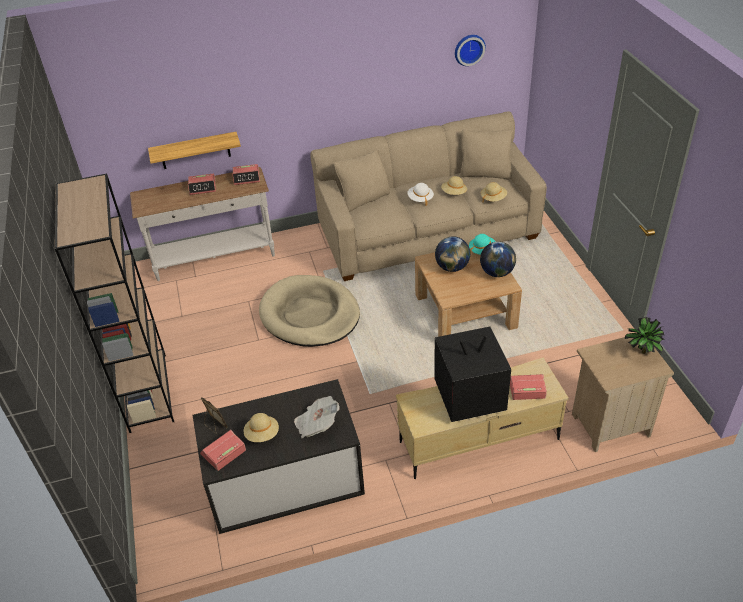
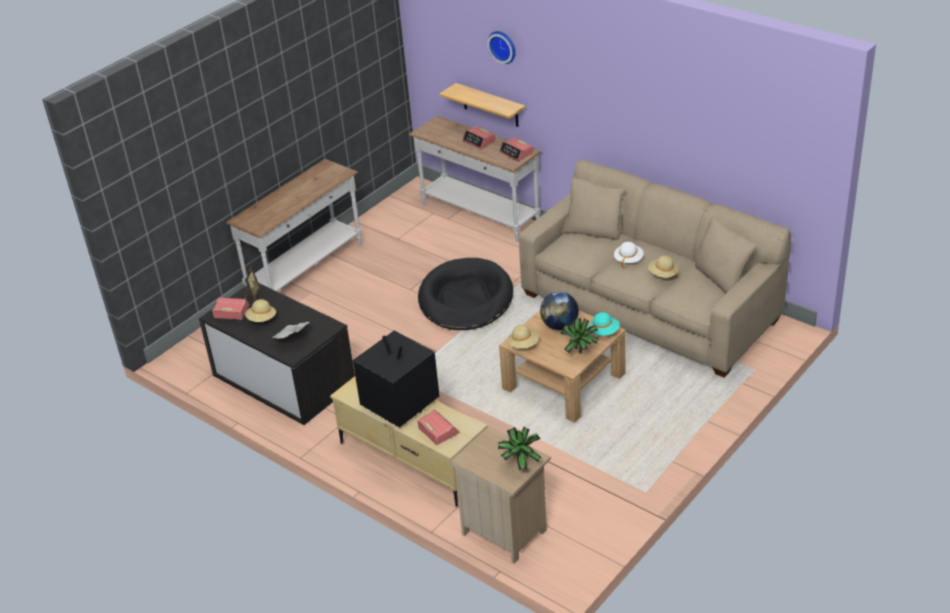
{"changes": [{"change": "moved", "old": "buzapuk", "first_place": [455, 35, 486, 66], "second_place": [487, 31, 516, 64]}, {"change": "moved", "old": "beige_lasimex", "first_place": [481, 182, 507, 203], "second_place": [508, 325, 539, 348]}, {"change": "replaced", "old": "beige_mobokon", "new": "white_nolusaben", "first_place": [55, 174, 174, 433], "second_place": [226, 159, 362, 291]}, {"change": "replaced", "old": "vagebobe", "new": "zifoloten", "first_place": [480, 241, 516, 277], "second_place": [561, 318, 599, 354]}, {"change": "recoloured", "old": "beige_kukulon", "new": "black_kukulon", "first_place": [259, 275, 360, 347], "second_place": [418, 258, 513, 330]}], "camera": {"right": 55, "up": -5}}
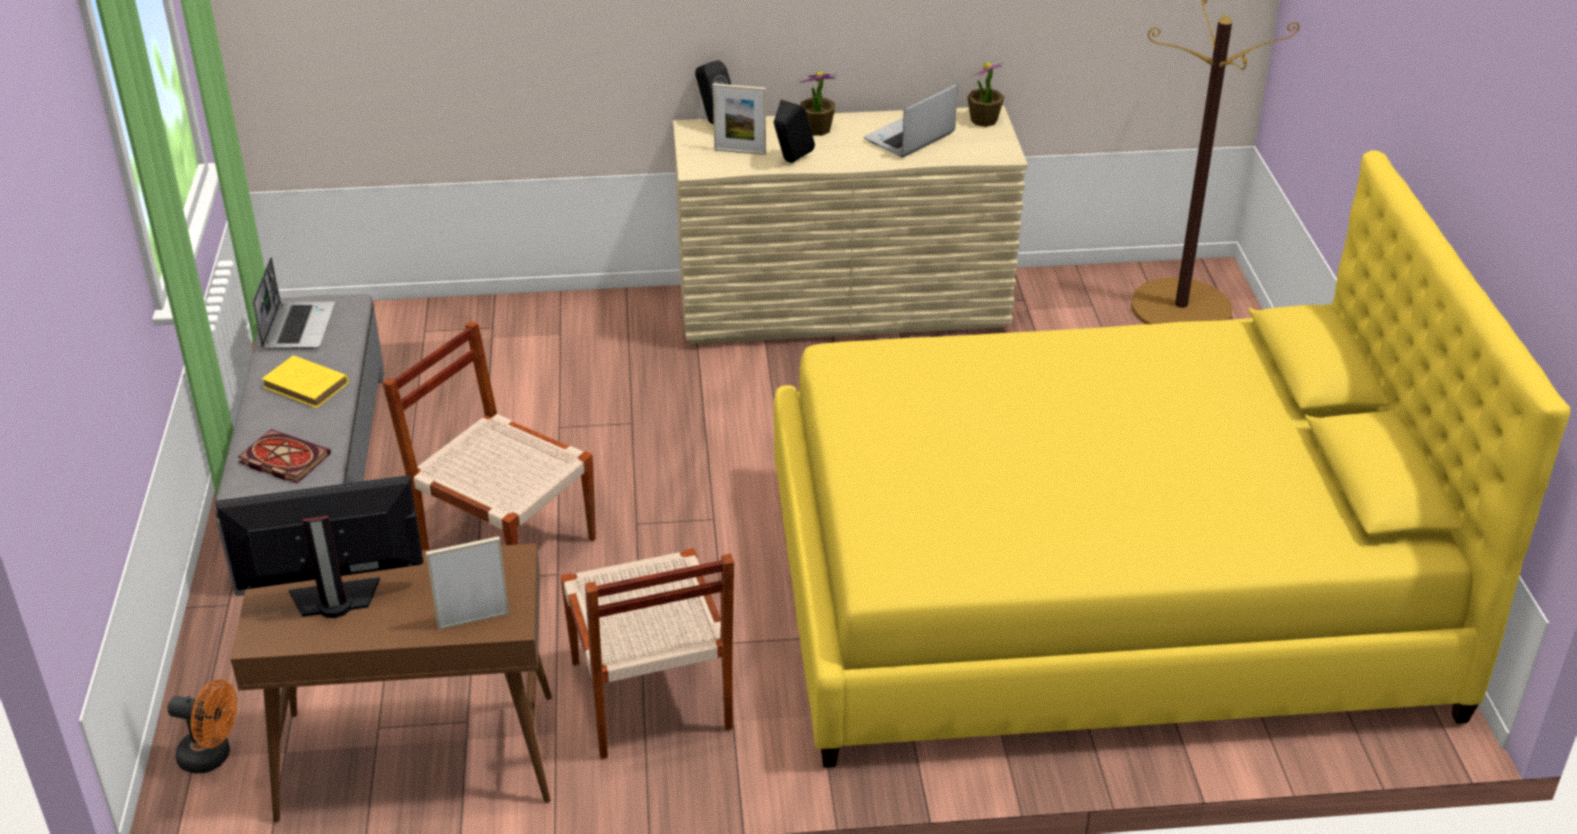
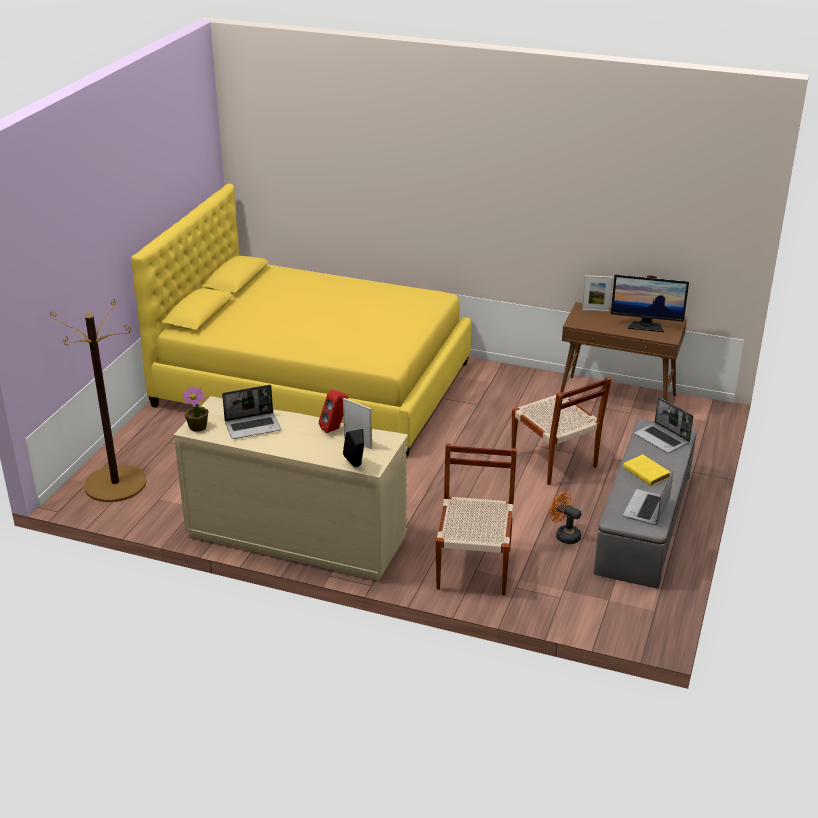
{"changes": [{"change": "removed", "old": "zifoloten", "first_place": [800, 71, 837, 136]}, {"change": "moved", "old": "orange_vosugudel", "first_place": [167, 679, 237, 773], "second_place": [549, 492, 582, 544]}, {"change": "moved", "old": "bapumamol", "first_place": [561, 548, 734, 759], "second_place": [436, 443, 517, 595]}, {"change": "replaced", "old": "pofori", "new": "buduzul", "first_place": [238, 429, 331, 484], "second_place": [634, 397, 693, 453]}, {"change": "recoloured", "old": "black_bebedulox", "new": "red_bebedulox", "first_place": [774, 100, 815, 163], "second_place": [319, 389, 348, 433]}], "camera": {"right": -155, "up": -5}}
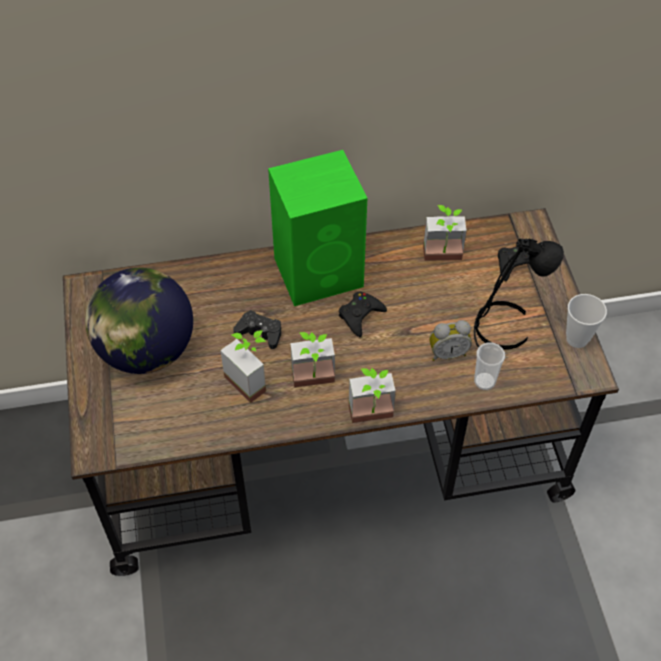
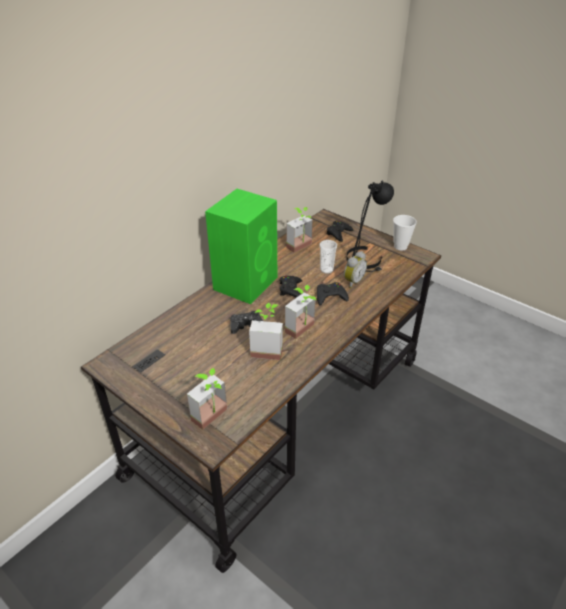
{"changes": [{"change": "removed", "old": "vagebobe", "first_place": [85, 268, 193, 374]}, {"change": "added", "new": "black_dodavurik", "second_place": [317, 282, 349, 306]}, {"change": "moved", "old": "zifoloten", "first_place": [349, 368, 396, 423], "second_place": [187, 368, 227, 430]}, {"change": "moved", "old": "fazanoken", "first_place": [474, 342, 505, 390], "second_place": [320, 240, 337, 274]}], "camera": {"right": -40, "up": -15}}
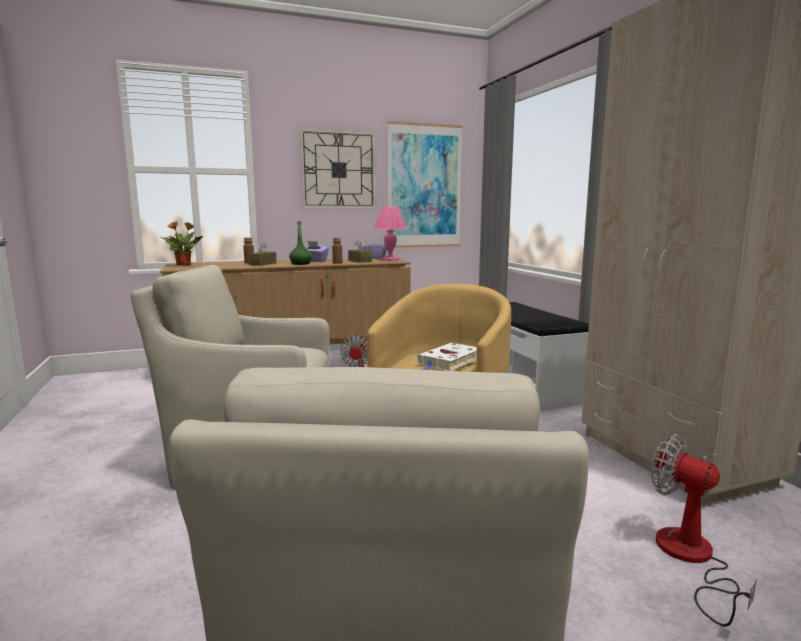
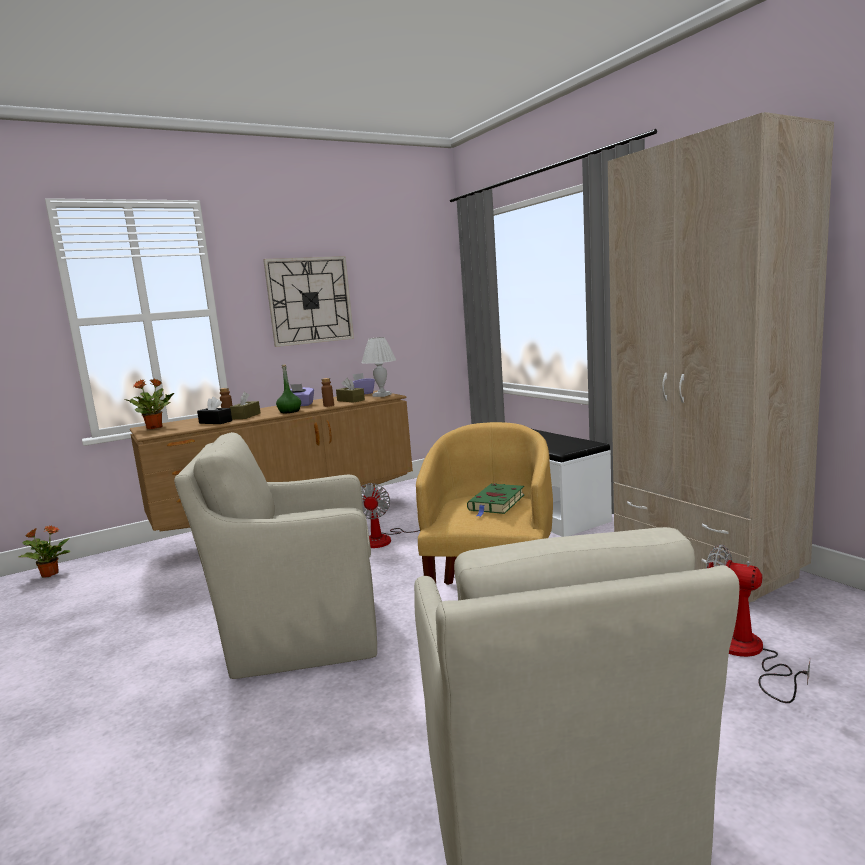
{"changes": [{"change": "removed", "old": "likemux", "first_place": [387, 121, 463, 248]}, {"change": "added", "new": "zifoloten", "second_place": [19, 525, 71, 578]}, {"change": "added", "new": "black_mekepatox", "second_place": [197, 397, 232, 424]}, {"change": "recoloured", "old": "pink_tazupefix", "new": "white_tazupefix", "first_place": [374, 206, 406, 261], "second_place": [362, 337, 396, 397]}, {"change": "recoloured", "old": "white_pofori", "new": "green_pofori", "first_place": [417, 343, 477, 371], "second_place": [467, 483, 525, 517]}], "camera": {"right": -10, "up": 0}}
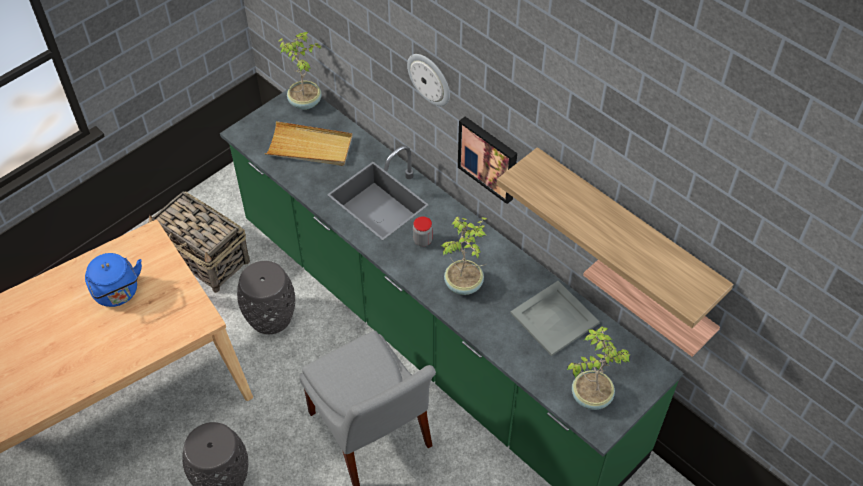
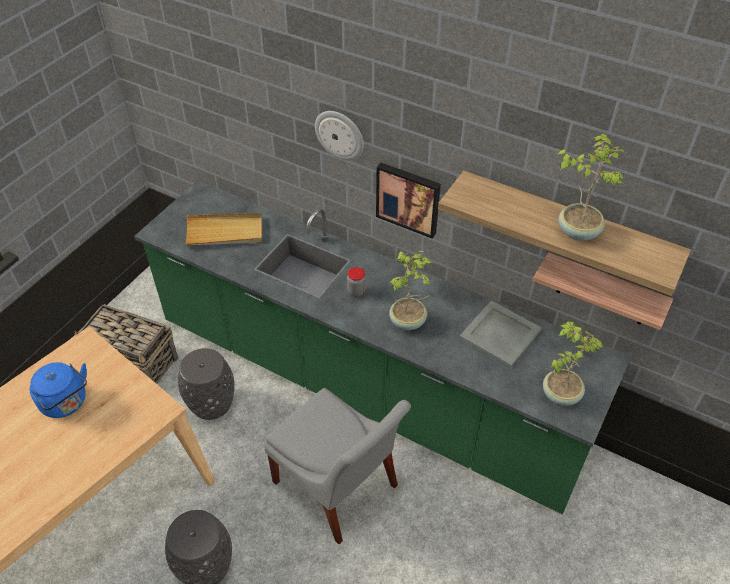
{"changes": [{"change": "moved", "old": "zifoloten", "first_place": [279, 32, 323, 110], "second_place": [557, 134, 625, 241]}], "camera": {"right": -15, "up": -5}}
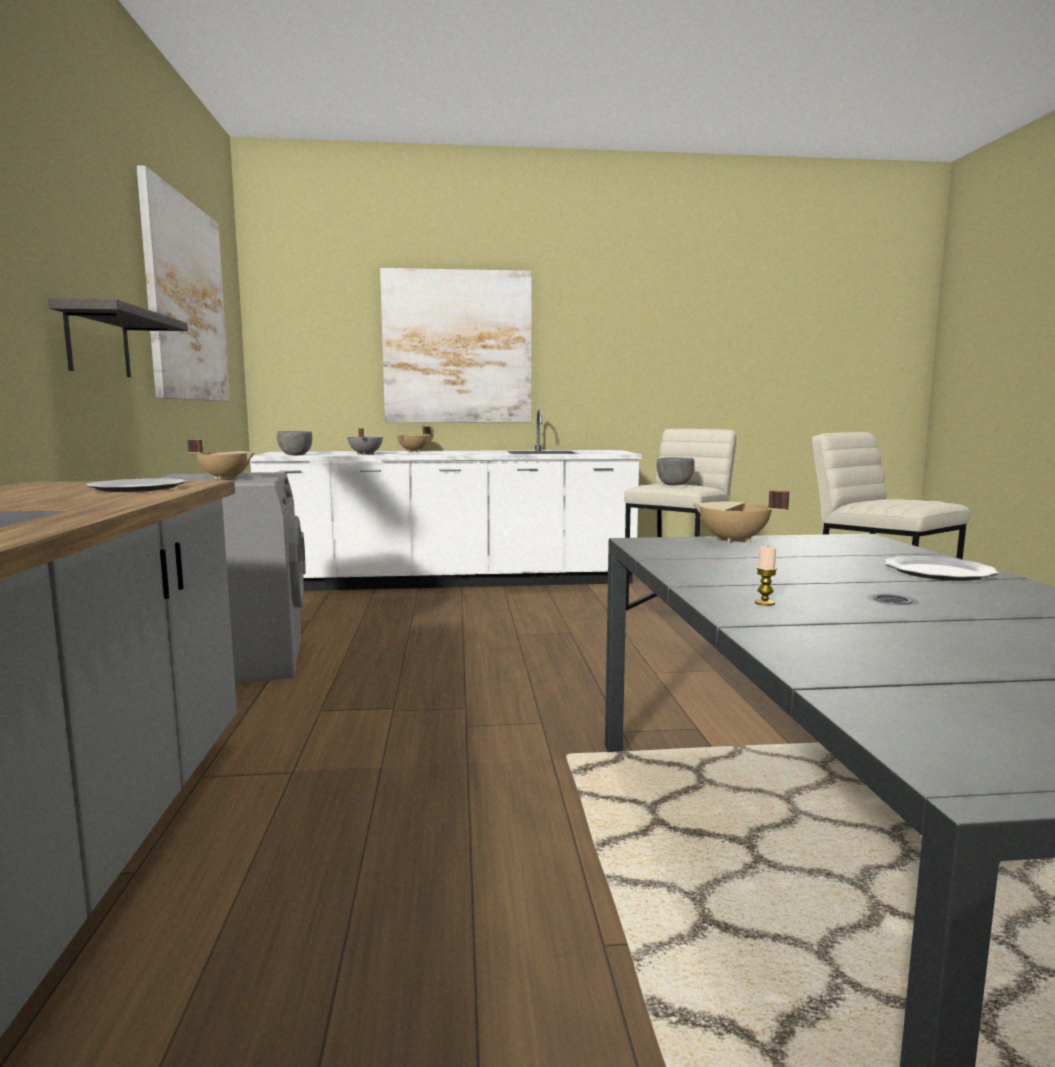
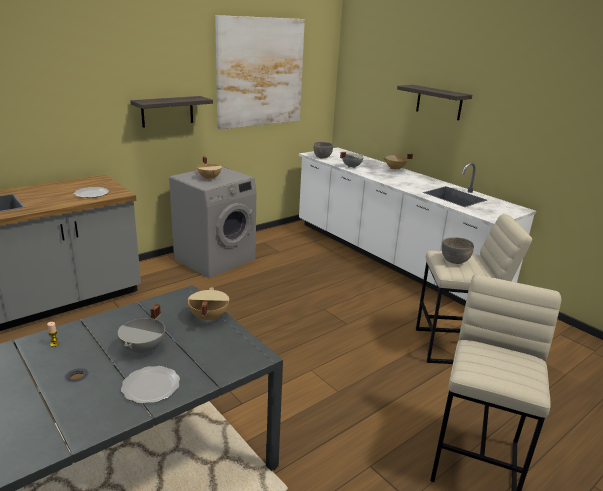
{"changes": [{"change": "added", "new": "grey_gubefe", "second_place": [118, 304, 165, 355]}, {"change": "replaced", "old": "likemux", "new": "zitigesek", "first_place": [380, 268, 532, 423], "second_place": [397, 85, 472, 120]}], "camera": {"right": 55, "up": 15}}
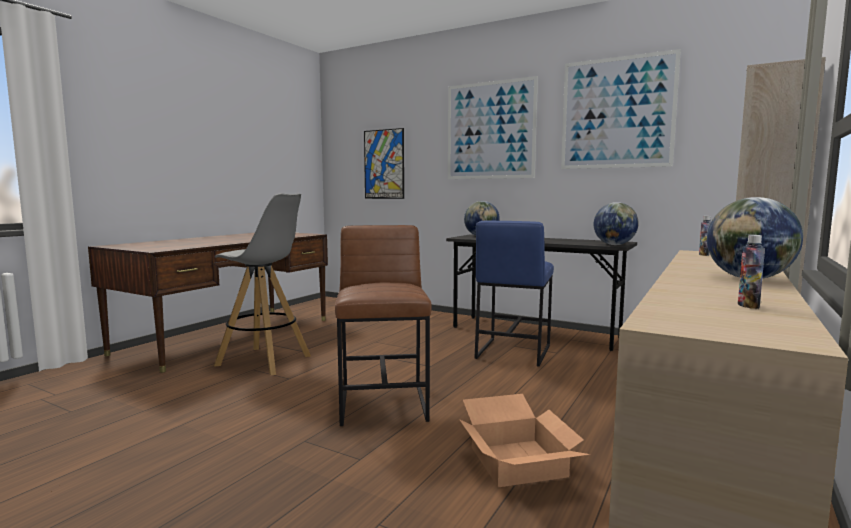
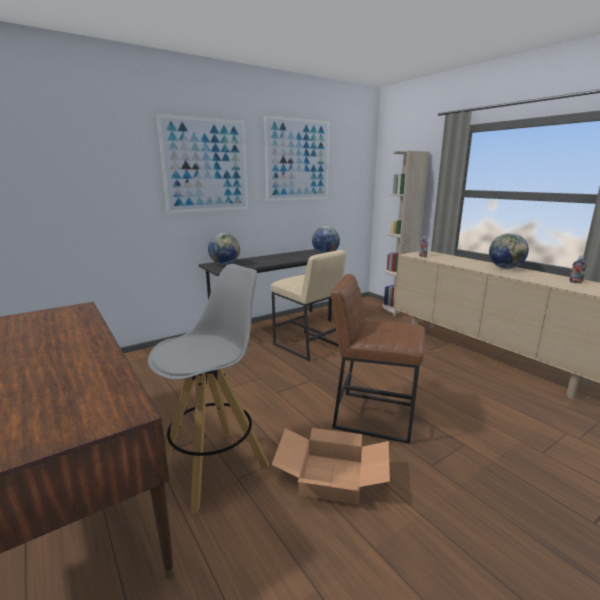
{"changes": [{"change": "removed", "old": "likemux", "first_place": [364, 128, 404, 199]}, {"change": "moved", "old": "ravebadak", "first_place": [459, 394, 590, 487], "second_place": [272, 428, 390, 504]}, {"change": "recoloured", "old": "blue_bapumamol", "new": "beige_bapumamol", "first_place": [475, 221, 554, 367], "second_place": [271, 250, 346, 361]}], "camera": {"right": -65, "up": 10}}
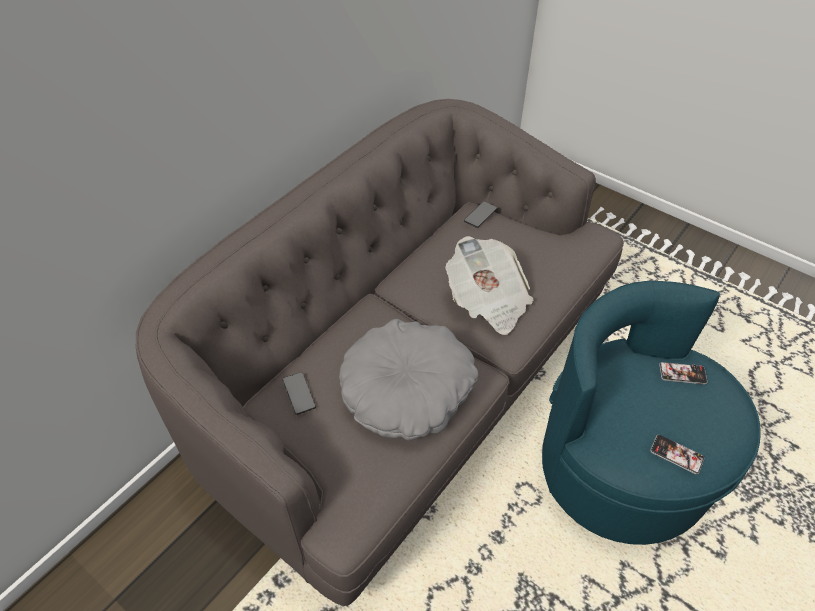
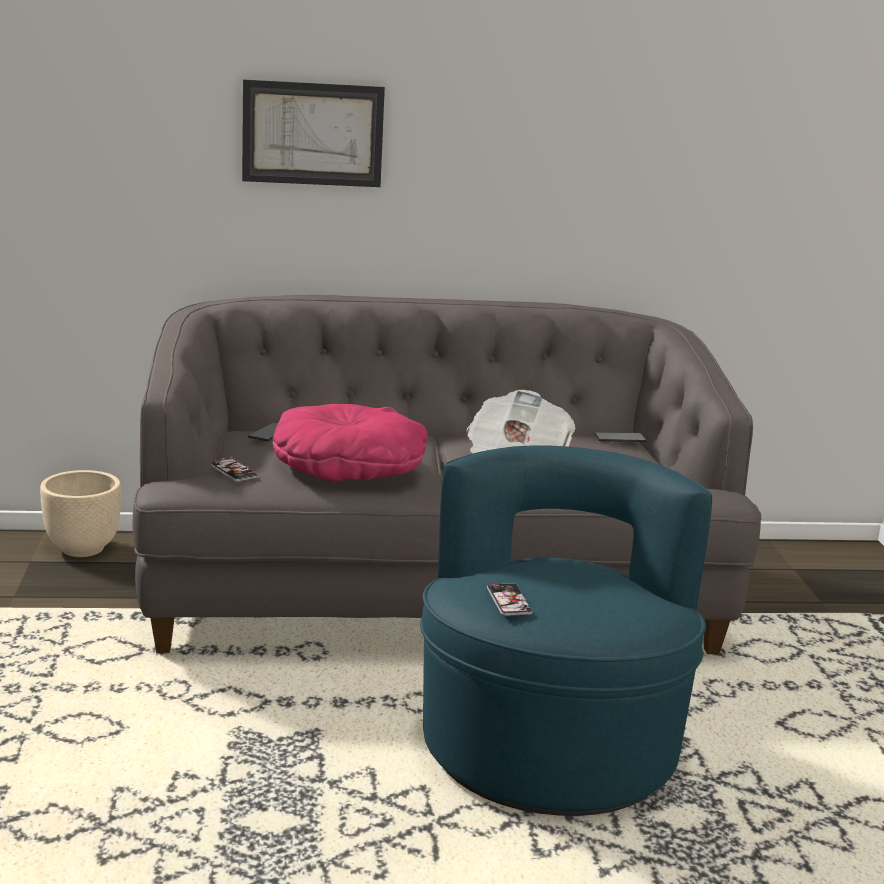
{"changes": [{"change": "added", "new": "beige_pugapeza", "second_place": [40, 470, 121, 557]}, {"change": "added", "new": "likemux", "second_place": [242, 79, 385, 187]}, {"change": "moved", "old": "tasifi", "first_place": [659, 362, 708, 384], "second_place": [211, 457, 259, 482]}, {"change": "recoloured", "old": "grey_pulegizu", "new": "pink_pulegizu", "first_place": [339, 319, 478, 441], "second_place": [273, 404, 428, 481]}], "camera": {"right": 45, "up": -30}}
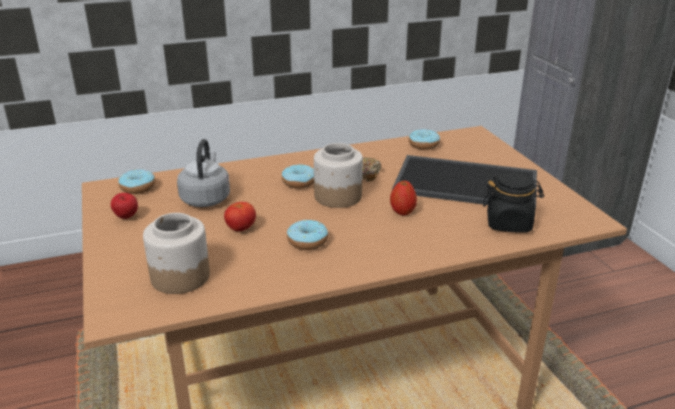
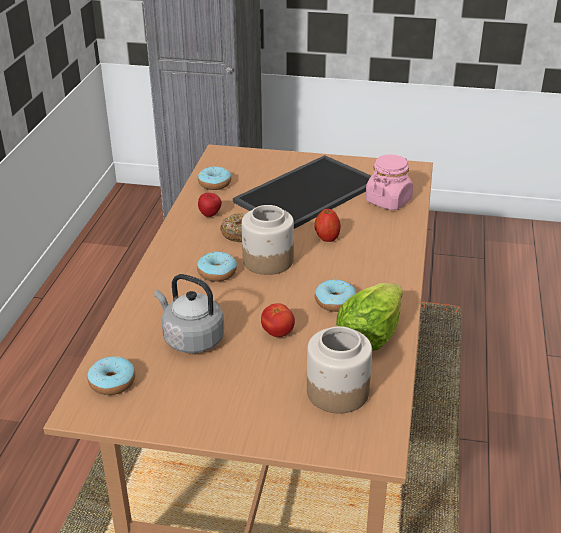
{"changes": [{"change": "added", "new": "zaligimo", "second_place": [336, 283, 403, 351]}, {"change": "moved", "old": "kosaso", "first_place": [111, 193, 138, 219], "second_place": [198, 193, 222, 217]}, {"change": "recoloured", "old": "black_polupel", "new": "pink_polupel", "first_place": [483, 171, 544, 233], "second_place": [366, 154, 413, 210]}], "camera": {"right": -60, "up": 5}}
